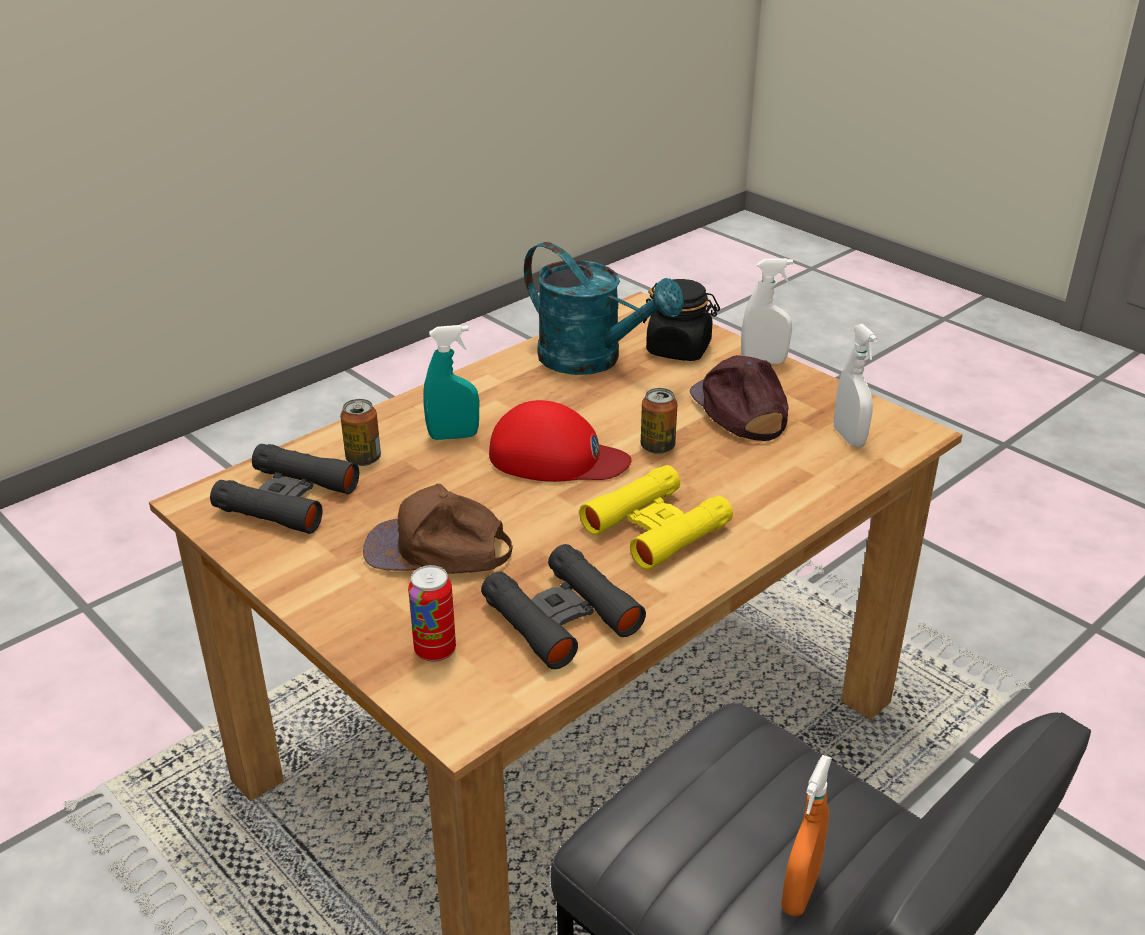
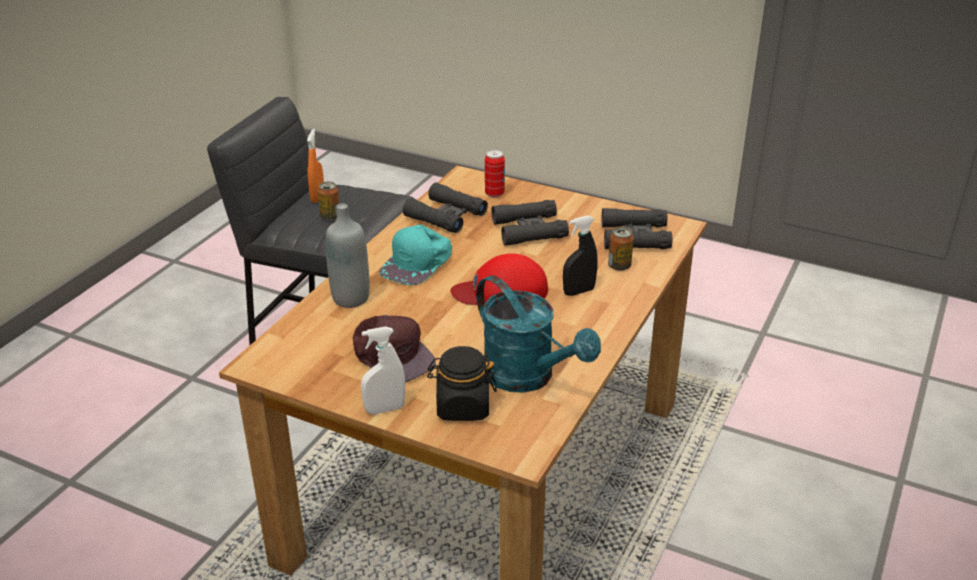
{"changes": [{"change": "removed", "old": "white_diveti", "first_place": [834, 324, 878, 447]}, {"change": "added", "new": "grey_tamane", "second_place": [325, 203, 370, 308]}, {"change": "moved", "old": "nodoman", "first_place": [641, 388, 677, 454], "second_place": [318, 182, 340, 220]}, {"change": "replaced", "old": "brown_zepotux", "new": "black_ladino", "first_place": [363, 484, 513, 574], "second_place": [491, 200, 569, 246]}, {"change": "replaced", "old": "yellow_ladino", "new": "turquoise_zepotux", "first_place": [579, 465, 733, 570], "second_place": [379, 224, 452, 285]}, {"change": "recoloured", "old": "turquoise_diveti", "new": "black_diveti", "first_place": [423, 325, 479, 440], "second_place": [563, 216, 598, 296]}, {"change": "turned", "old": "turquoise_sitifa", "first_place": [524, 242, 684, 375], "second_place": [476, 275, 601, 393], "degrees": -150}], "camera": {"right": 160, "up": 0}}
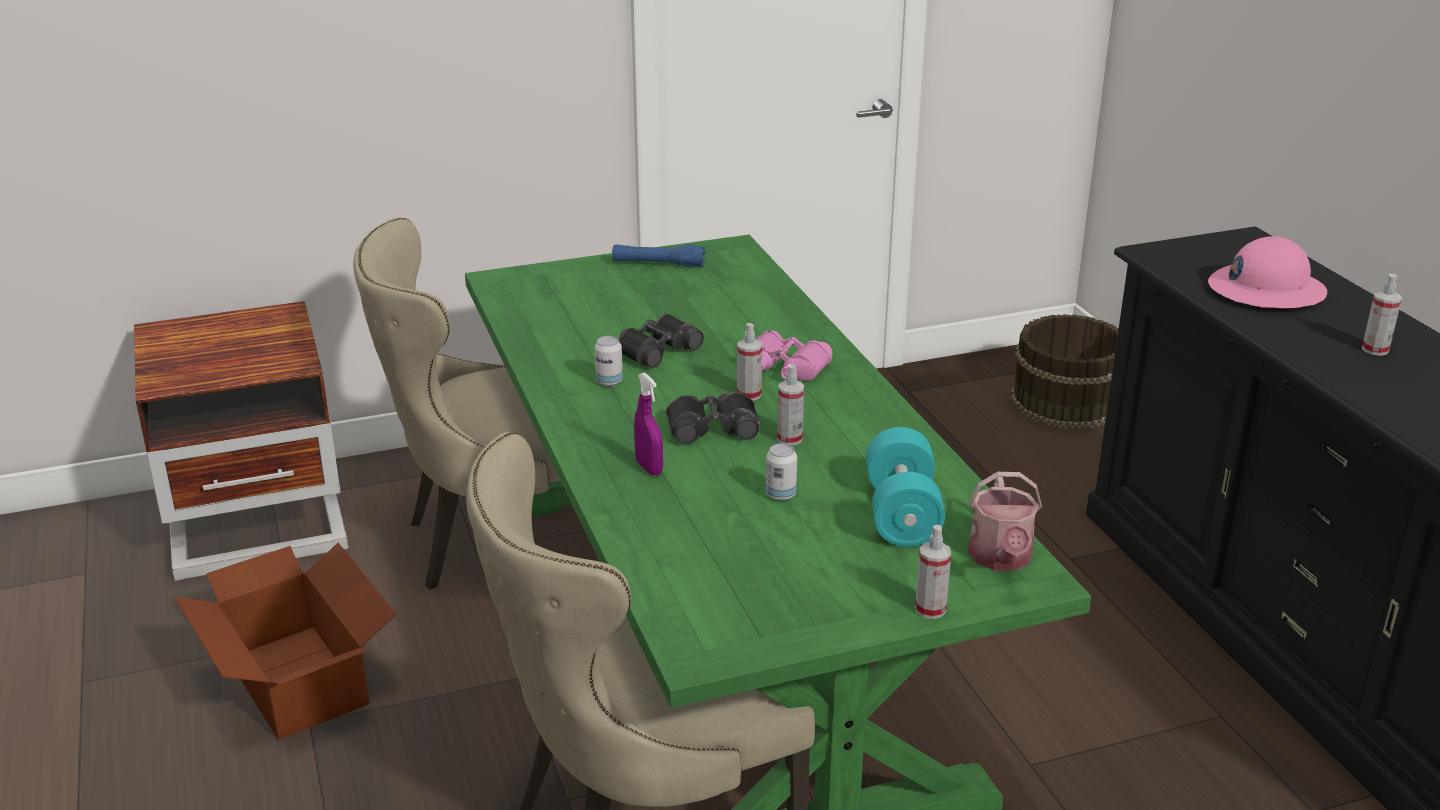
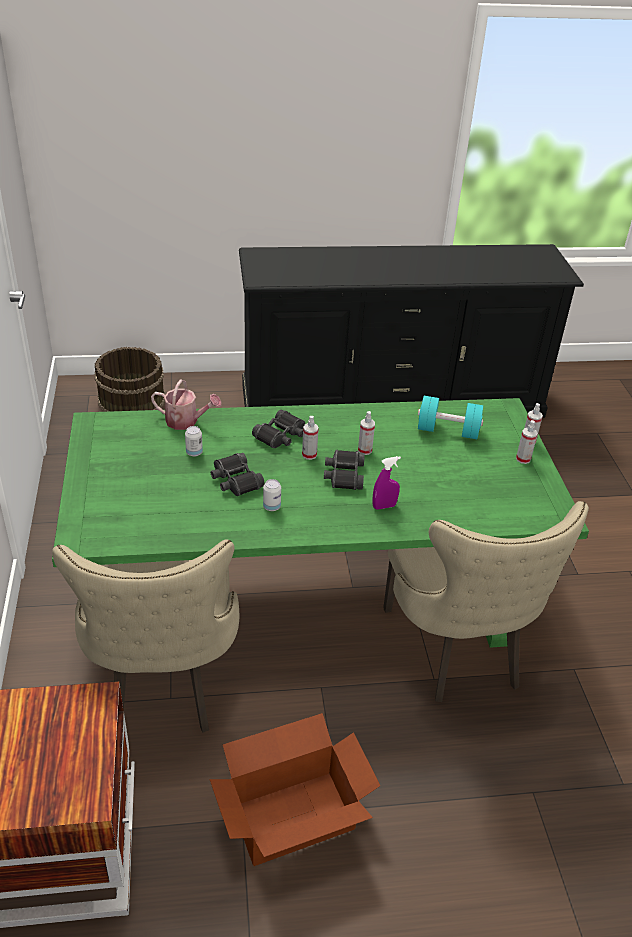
{"changes": [{"change": "removed", "old": "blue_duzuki", "first_place": [612, 244, 706, 268]}, {"change": "removed", "old": "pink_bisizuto", "first_place": [1208, 236, 1327, 308]}, {"change": "moved", "old": "nodoman", "first_place": [766, 443, 797, 501], "second_place": [185, 426, 203, 457]}, {"change": "moved", "old": "sitifa", "first_place": [968, 472, 1042, 571], "second_place": [151, 379, 221, 430]}, {"change": "moved", "old": "diveti", "first_place": [1362, 274, 1402, 356], "second_place": [516, 420, 538, 464]}, {"change": "recoloured", "old": "pink_ladino", "new": "black_ladino", "first_place": [756, 330, 832, 381], "second_place": [252, 410, 305, 448]}], "camera": {"right": -80, "up": 10}}
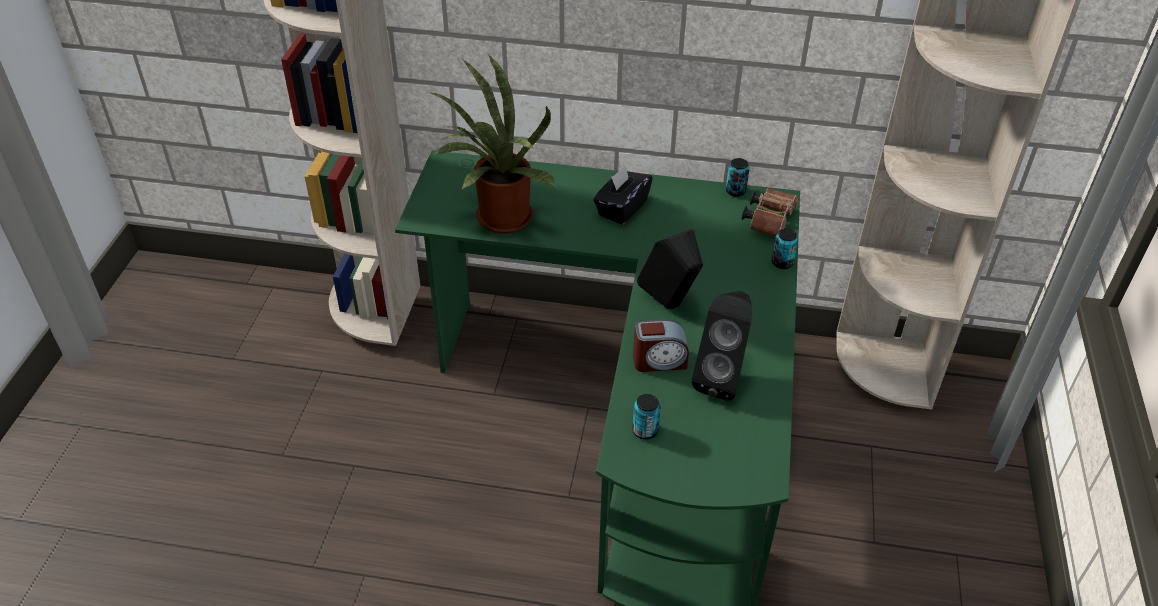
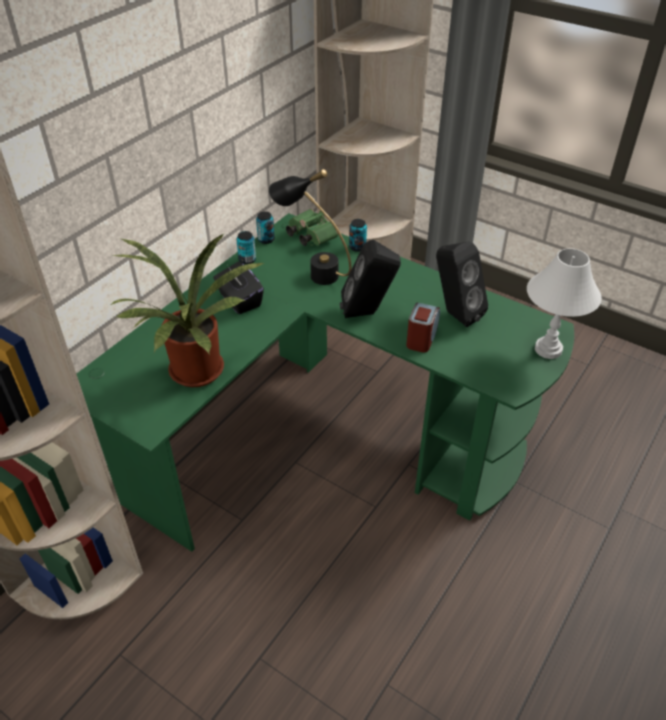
{"changes": [{"change": "added", "new": "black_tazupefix", "second_place": [269, 169, 352, 285]}, {"change": "added", "new": "white_tazupefix", "second_place": [527, 248, 602, 359]}, {"change": "moved", "old": "nodoman", "first_place": [632, 394, 661, 440], "second_place": [236, 231, 256, 264]}, {"change": "recoloured", "old": "brown_ladino", "new": "green_ladino", "first_place": [742, 188, 799, 237], "second_place": [286, 209, 338, 246]}], "camera": {"right": -65, "up": 0}}
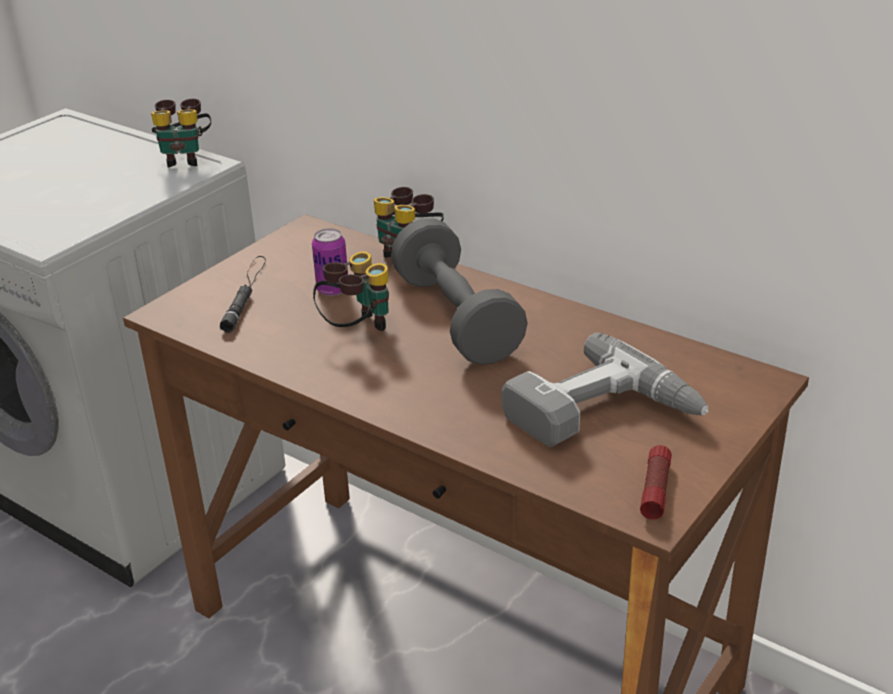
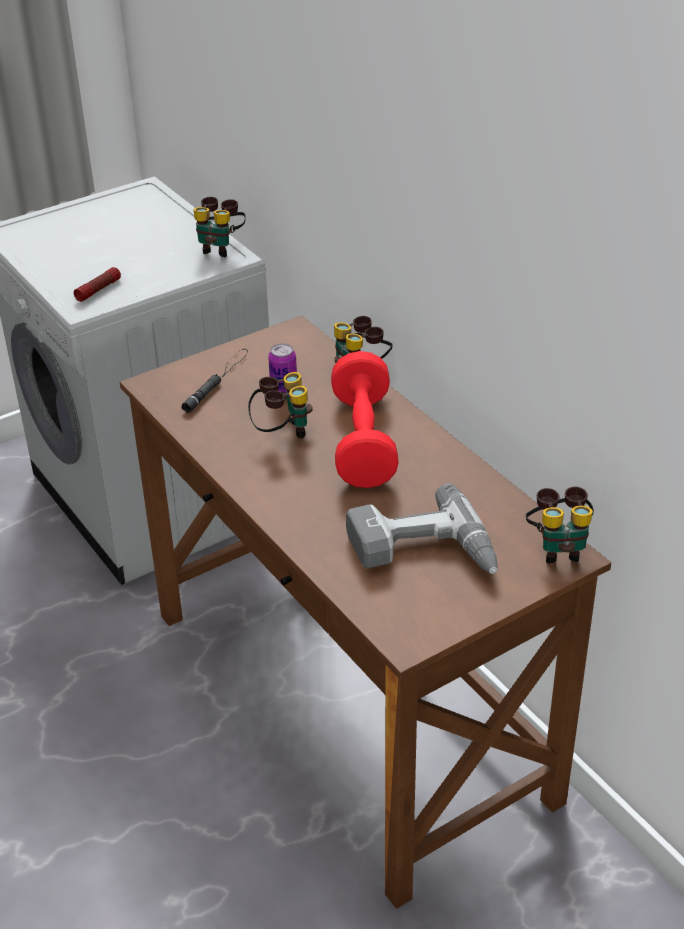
{"changes": [{"change": "added", "new": "ladino", "second_place": [526, 487, 594, 564]}, {"change": "moved", "old": "duzuki", "first_place": [640, 445, 672, 519], "second_place": [74, 267, 121, 302]}, {"change": "recoloured", "old": "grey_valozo", "new": "red_valozo", "first_place": [391, 218, 528, 365], "second_place": [331, 351, 399, 488]}], "camera": {"right": 20, "up": 5}}
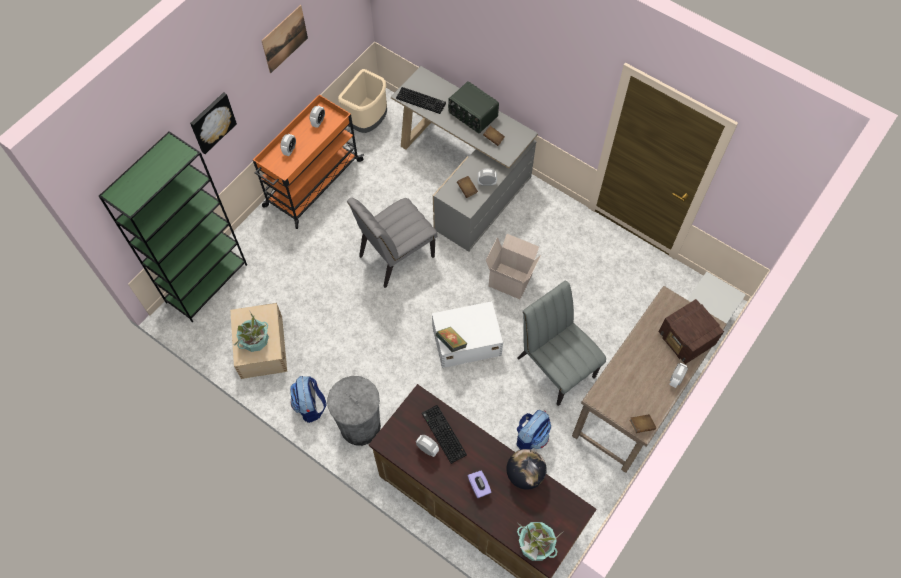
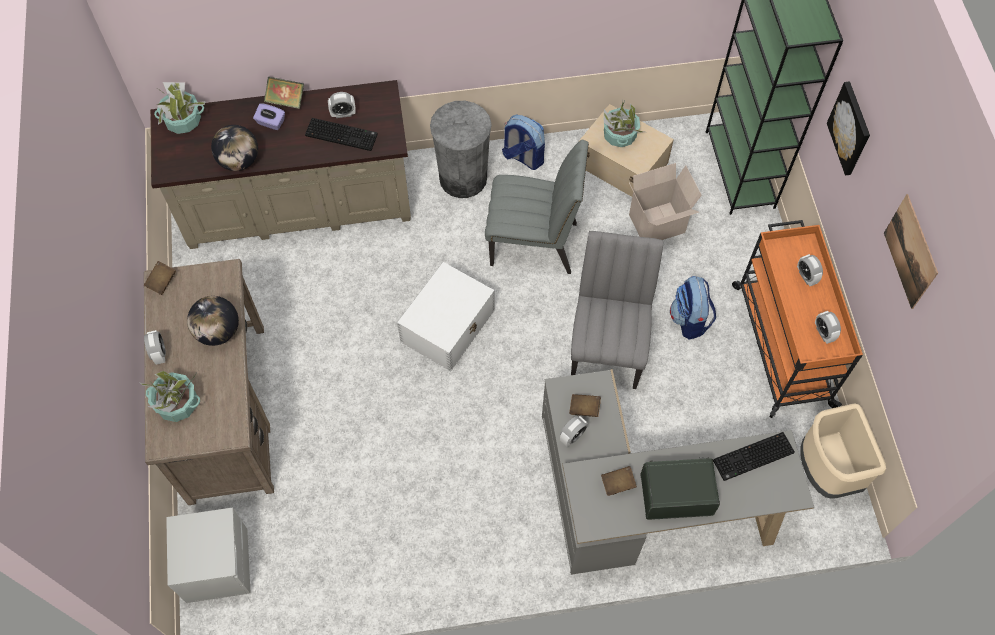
{"changes": [{"change": "added", "new": "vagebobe", "second_place": [187, 296, 239, 346]}, {"change": "moved", "old": "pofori", "first_place": [435, 327, 468, 352], "second_place": [264, 77, 304, 109]}, {"change": "moved", "old": "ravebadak", "first_place": [486, 234, 541, 299], "second_place": [629, 163, 702, 240]}, {"change": "moved", "old": "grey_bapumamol", "first_place": [517, 280, 606, 406], "second_place": [485, 140, 589, 274]}, {"change": "moved", "old": "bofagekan", "first_place": [517, 410, 551, 450], "second_place": [670, 276, 716, 339]}, {"change": "replaced", "old": "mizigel", "new": "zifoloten", "first_place": [659, 299, 724, 364], "second_place": [140, 371, 200, 422]}], "camera": {"right": 135, "up": 0}}
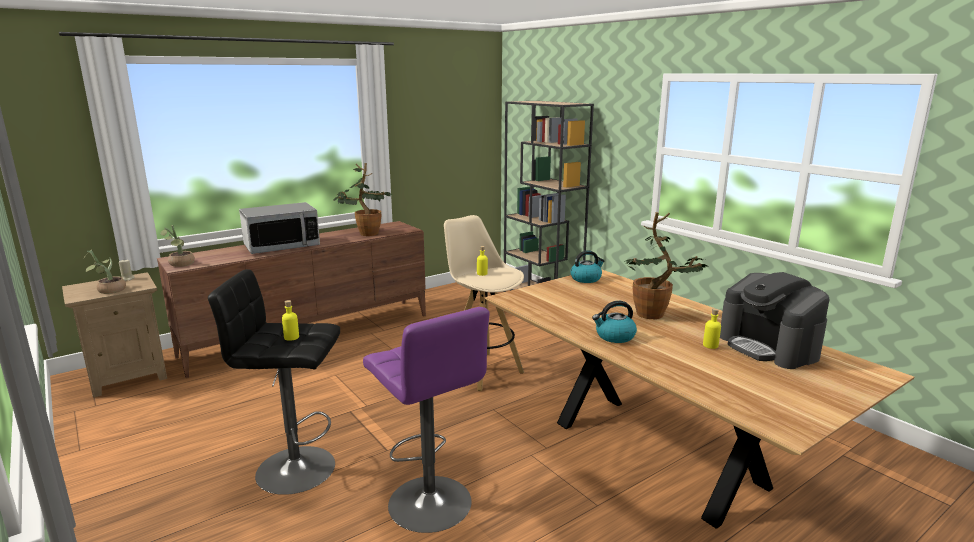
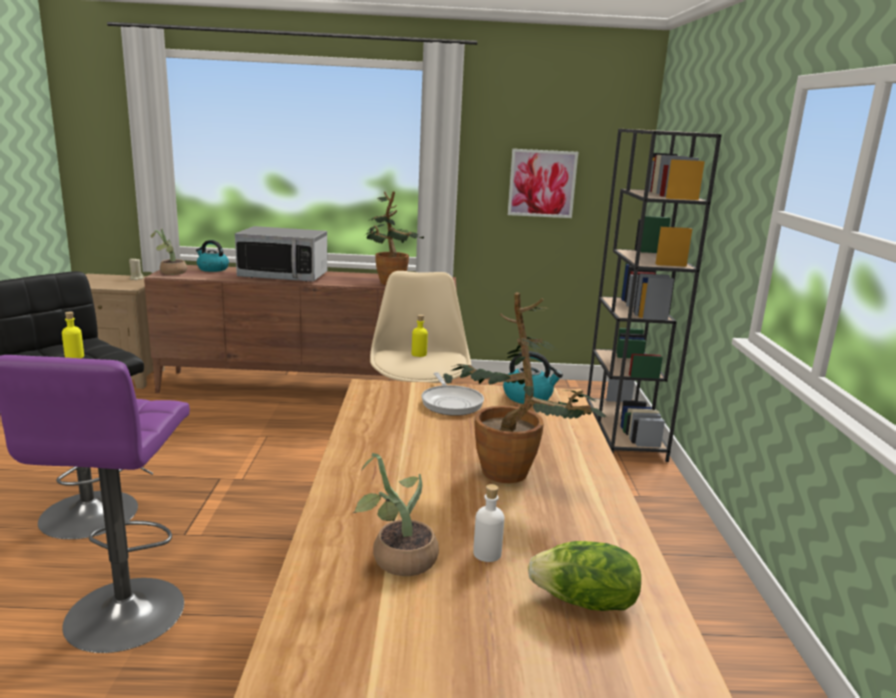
{"changes": [{"change": "added", "new": "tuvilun", "second_place": [421, 372, 484, 416]}, {"change": "added", "new": "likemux", "second_place": [508, 149, 578, 218]}, {"change": "moved", "old": "zifoloten", "first_place": [84, 250, 126, 294], "second_place": [353, 453, 439, 576]}, {"change": "moved", "old": "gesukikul", "first_place": [592, 301, 637, 343], "second_place": [196, 240, 229, 272]}, {"change": "replaced", "old": "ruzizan", "new": "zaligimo", "first_place": [720, 272, 830, 369], "second_place": [528, 541, 641, 611]}, {"change": "recoloured", "old": "yellow_tamane", "new": "white_tamane", "first_place": [703, 308, 721, 349], "second_place": [473, 484, 504, 562]}], "camera": {"right": 35, "up": 0}}
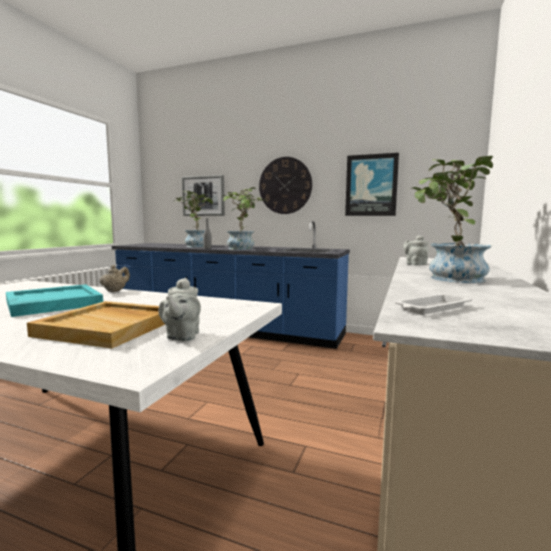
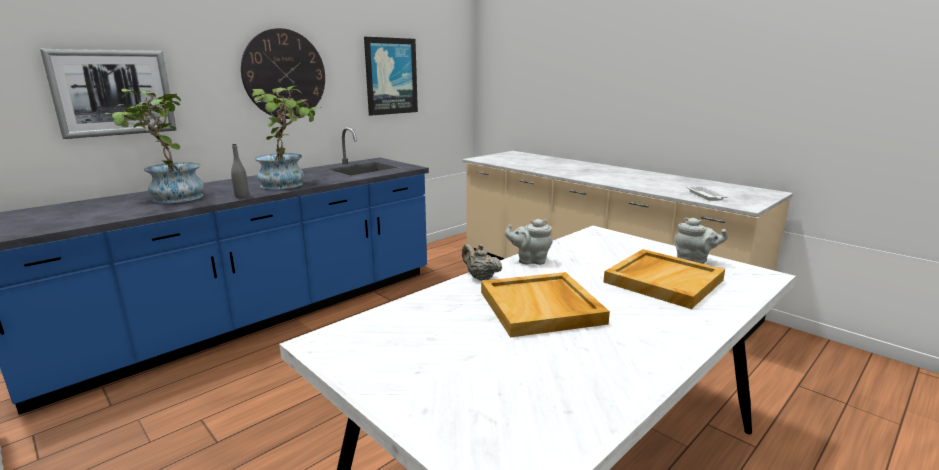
{"changes": [{"change": "removed", "old": "zifoloten", "first_place": [408, 156, 493, 283]}, {"change": "moved", "old": "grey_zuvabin", "first_place": [403, 235, 428, 265], "second_place": [505, 219, 553, 265]}, {"change": "recoloured", "old": "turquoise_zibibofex", "new": "beige_zibibofex", "first_place": [6, 284, 103, 317], "second_place": [481, 272, 610, 338]}], "camera": {"right": -65, "up": 10}}
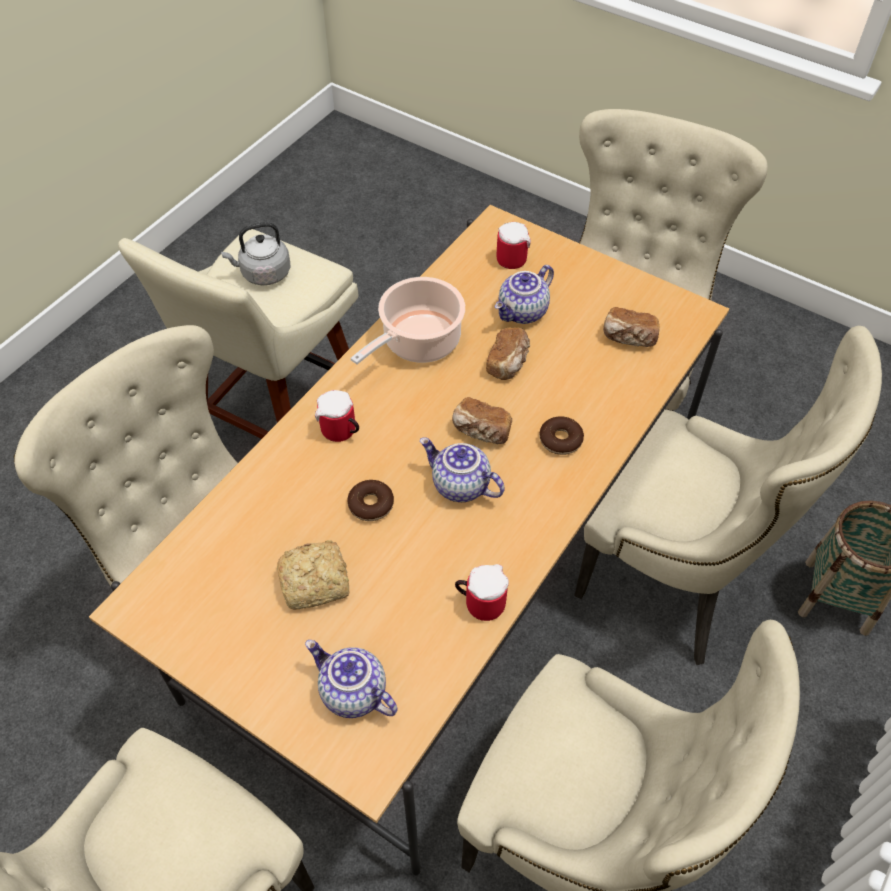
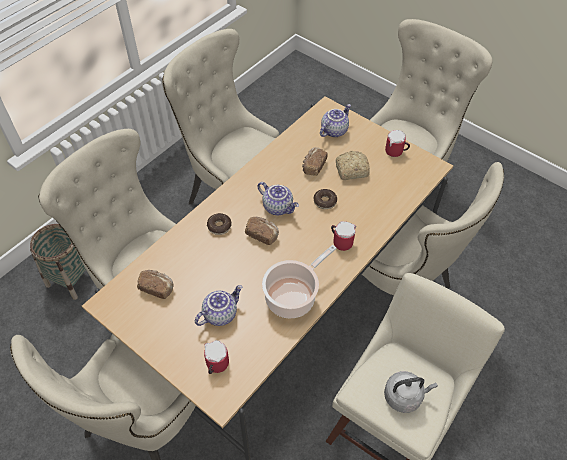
{"changes": [{"change": "moved", "old": "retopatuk", "first_place": [455, 564, 509, 621], "second_place": [385, 130, 410, 157]}, {"change": "moved", "old": "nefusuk", "first_place": [486, 328, 530, 380], "second_place": [302, 147, 328, 176]}, {"change": "turned", "old": "zuvabin", "first_place": [305, 640, 398, 718], "second_place": [320, 104, 351, 137], "degrees": -90}], "camera": {"right": -175, "up": 0}}
